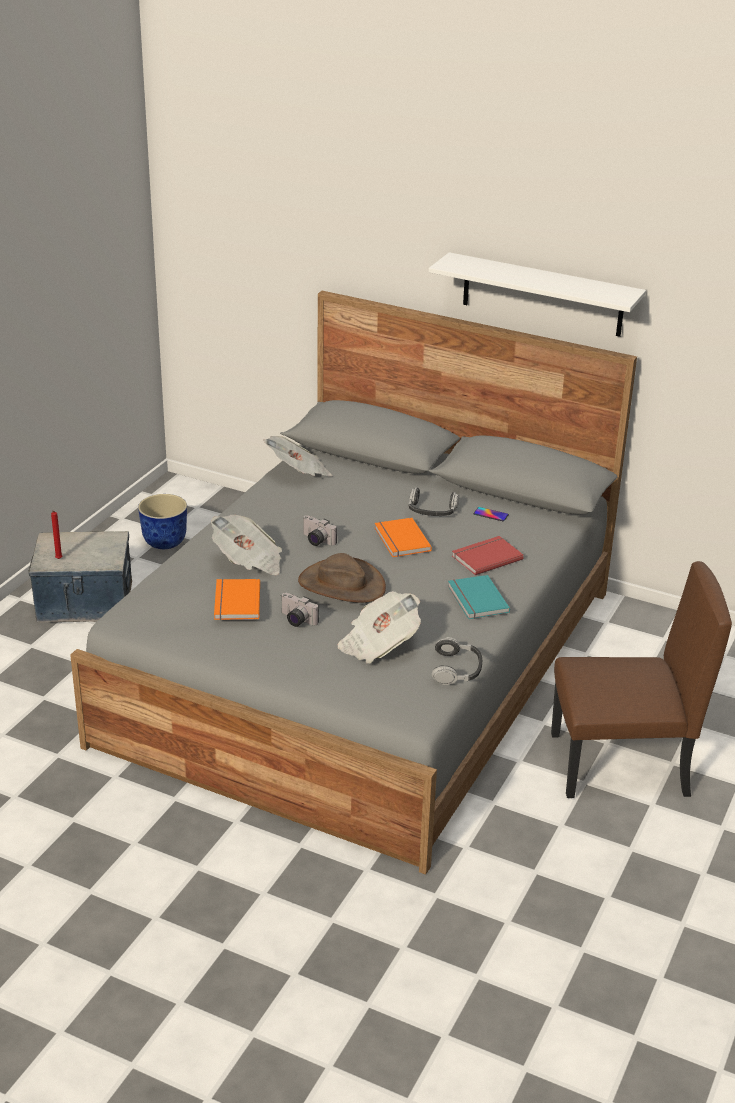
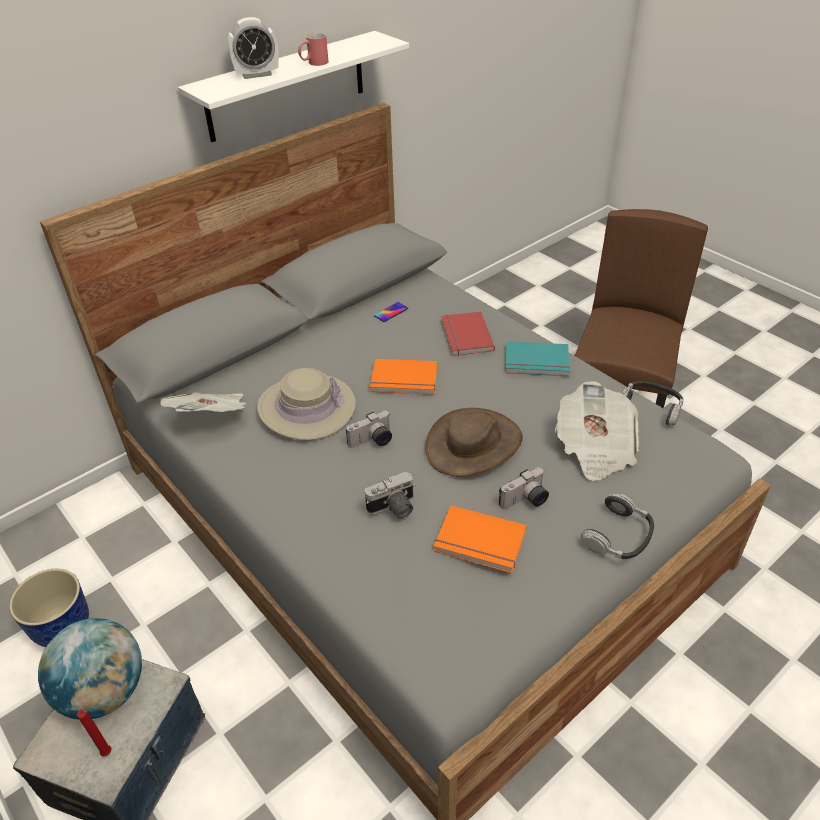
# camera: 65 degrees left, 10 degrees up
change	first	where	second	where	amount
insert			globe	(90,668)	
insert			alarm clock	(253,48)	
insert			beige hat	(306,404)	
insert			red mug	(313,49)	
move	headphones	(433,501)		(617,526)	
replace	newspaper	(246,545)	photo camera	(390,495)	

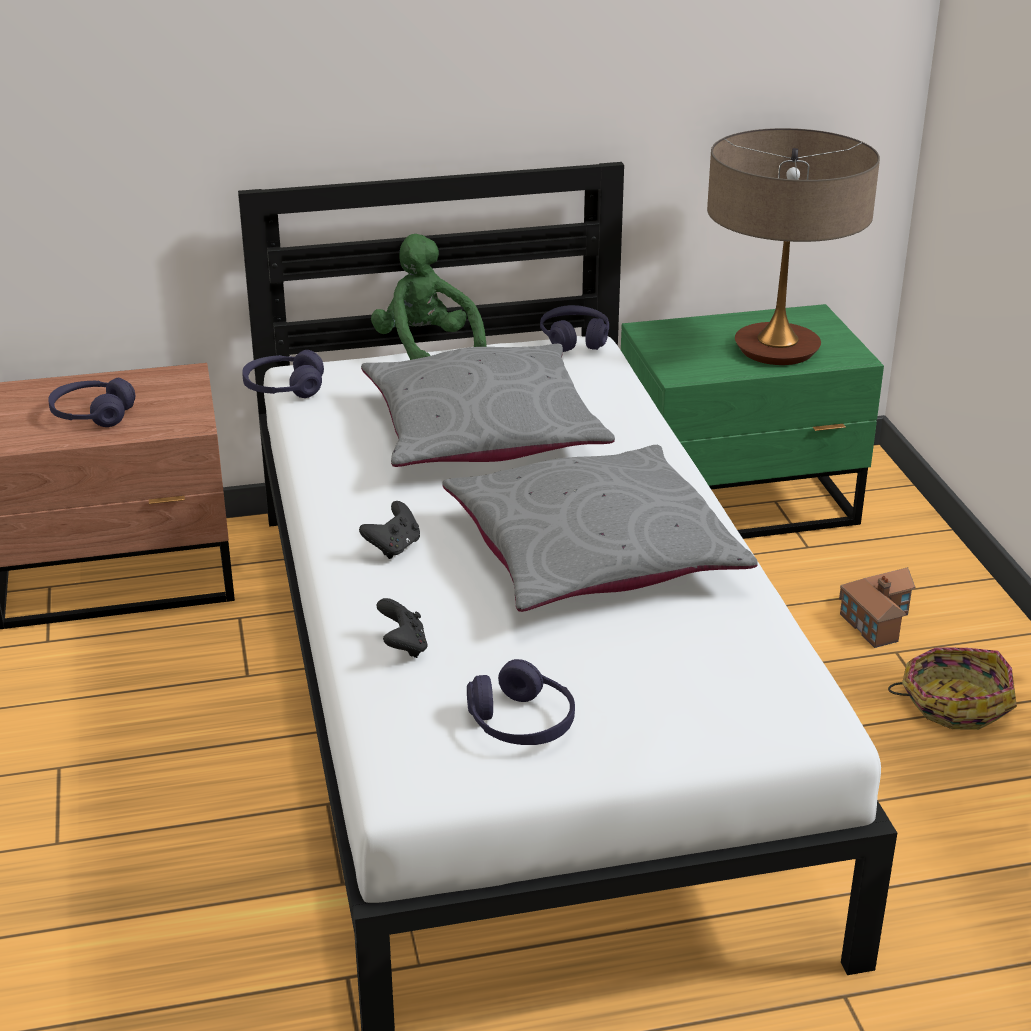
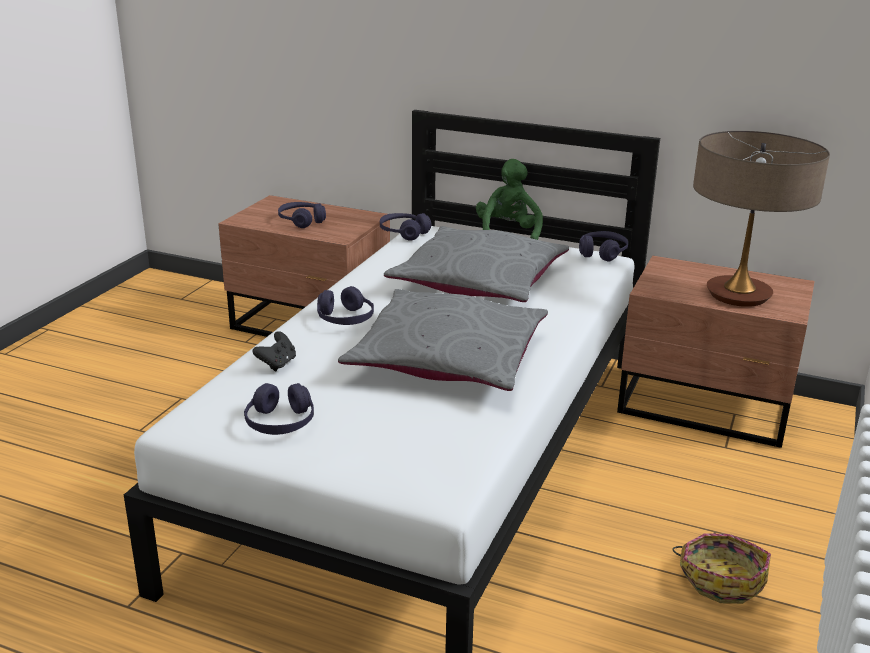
# camera: 35 degrees right, 5 degrees down
change	first	where	second	where	amount
delete	toy house	(877,607)			
replace	black game controller	(389,530)	purple headphones	(345,305)	
recolor	green nightstand	(752,421)	brown nightstand	(716,352)	

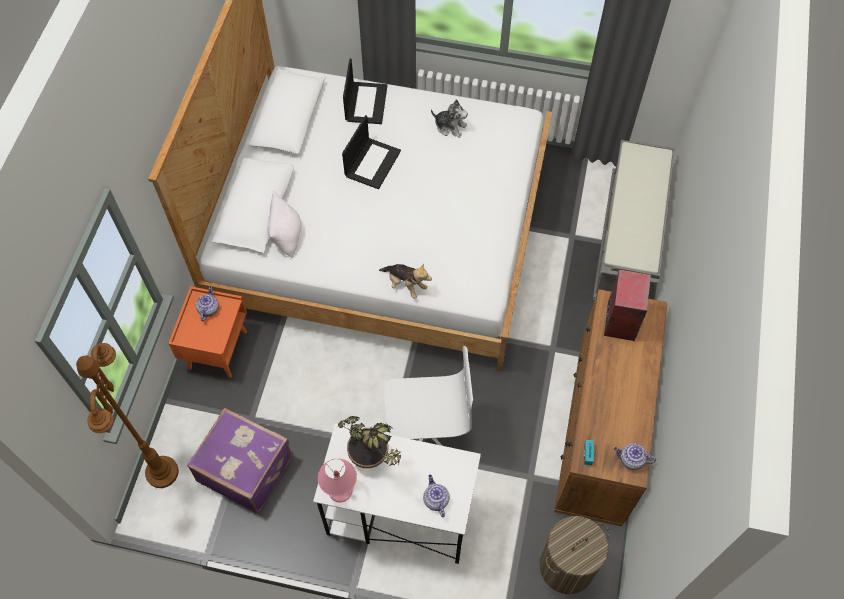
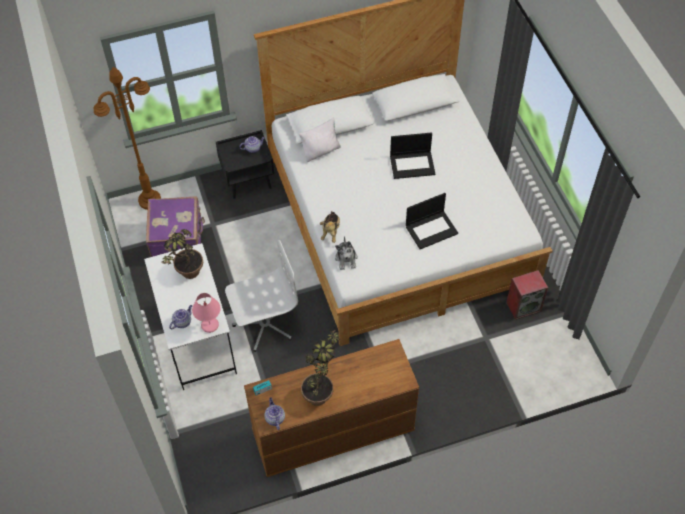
# camera: 60 degrees right, 5 degrees down
change	first	where	second	where	amount
delete	laundry basket	(575,555)			
delete	grey bench	(634,220)			
insert			potted plant	(320,366)	
move	pink table lamp	(337,480)		(206,313)	
move	laptop	(365,91)		(432,221)	
move	plush toy	(449,118)		(346,253)	
move	speaker	(627,305)		(527,295)	
recolor	orange nightstand	(207,332)	black nightstand	(245,164)	
rotate	white office chair	(428,396)		(261,296)	75 degrees counterclockwise

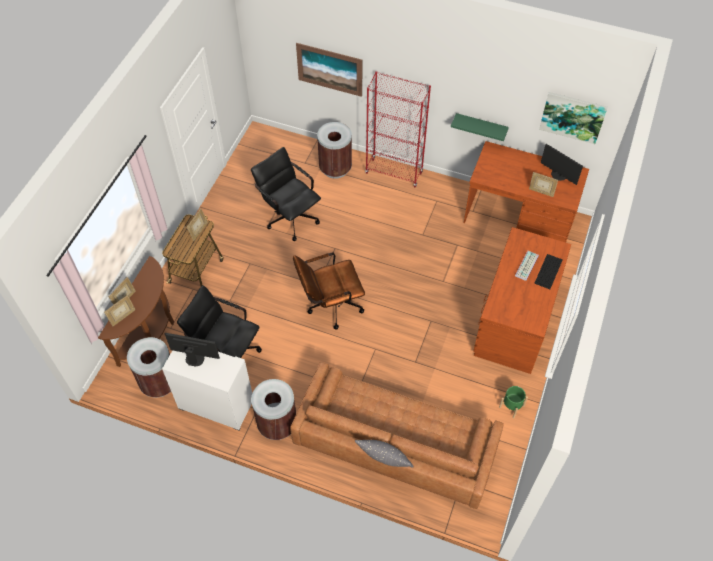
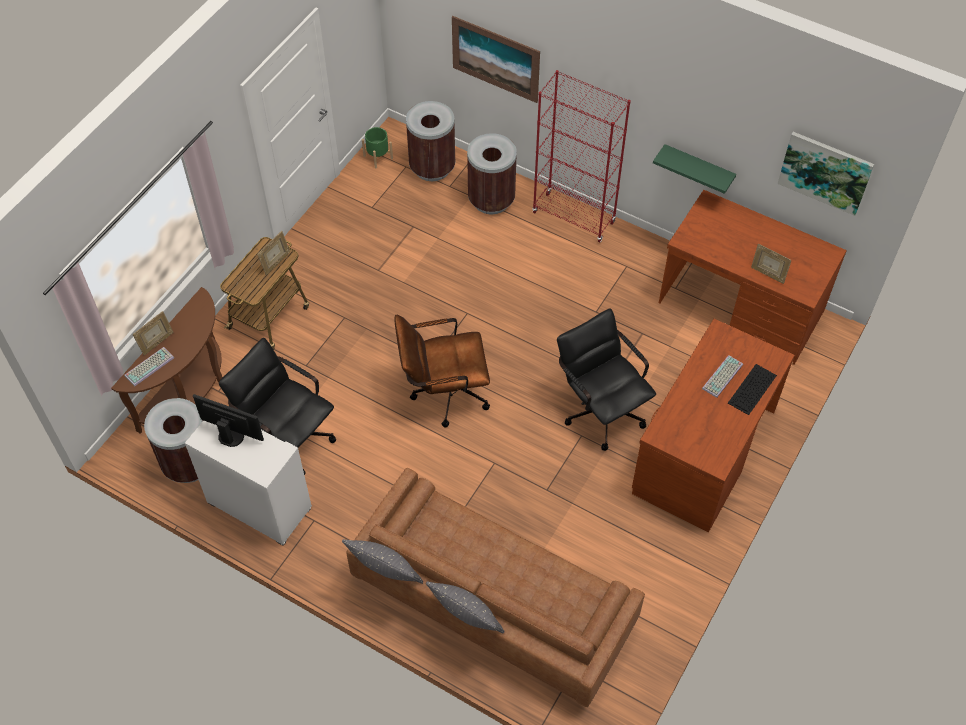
# camera: 10 degrees right, 0 degrees up
change	first	where	second	where	amount
delete	monitor	(562,164)			
insert			grey pillow	(382,561)	
move	black office chair	(286,194)		(606,379)	
move	brown trash can	(273,409)		(430,141)	
move	green planter	(513,402)		(377,147)	
replace	picture frame	(120,310)	keyboard	(149,366)	

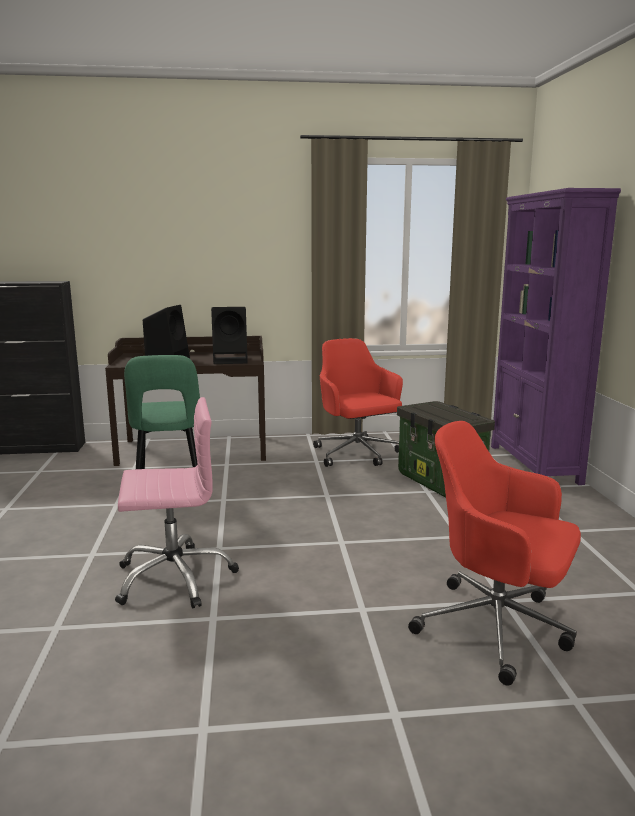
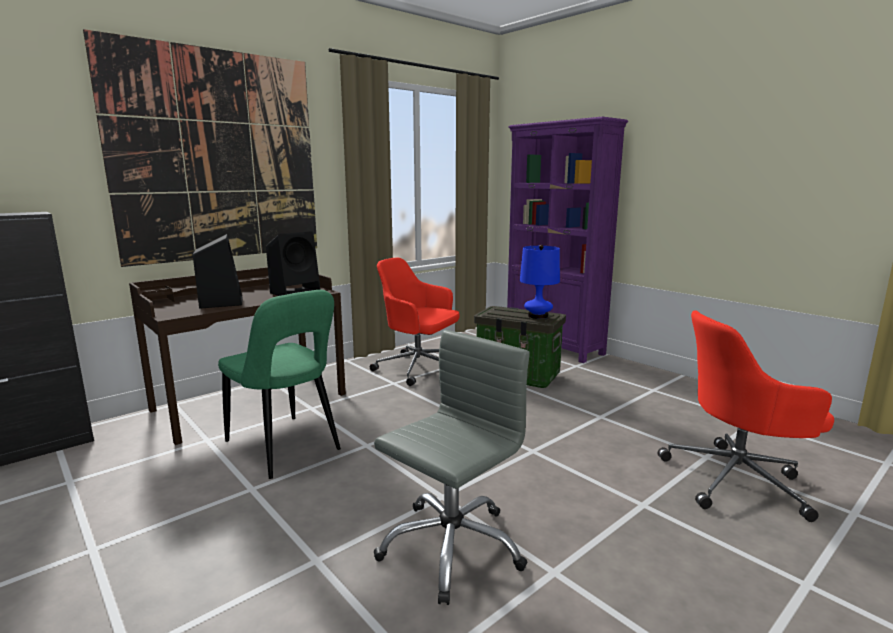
# camera: 35 degrees left, 0 degrees up
change	first	where	second	where	amount
insert			picture	(200,148)	
insert			blue table lamp	(540,282)	
recolor	pink office chair	(177,502)	grey office chair	(452,467)	

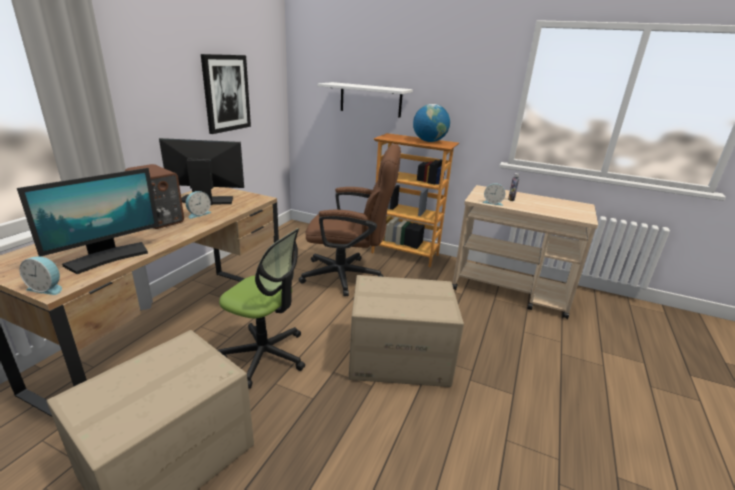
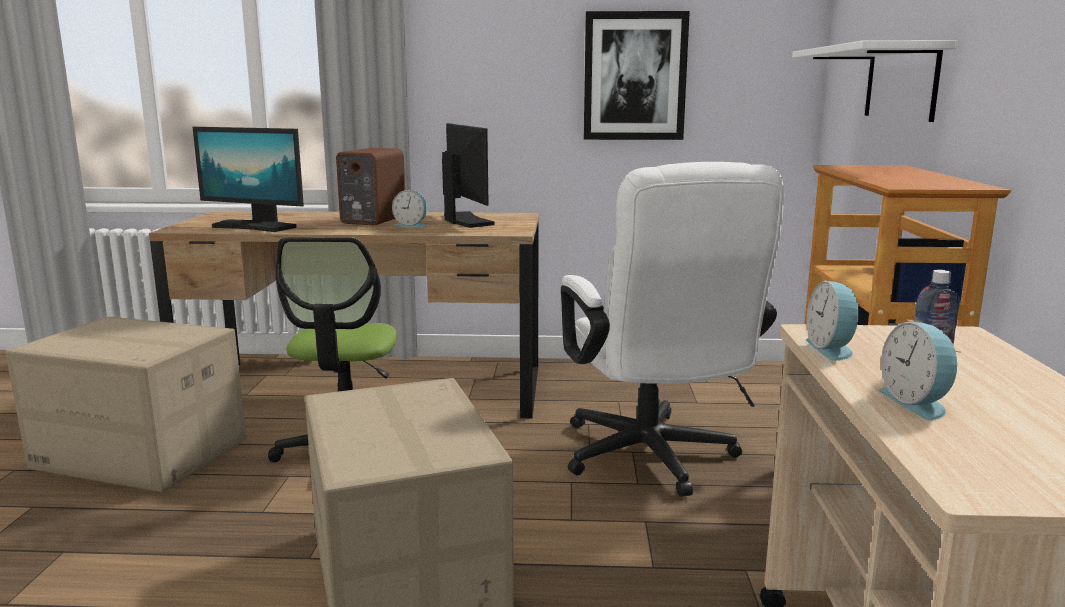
# camera: 70 degrees right, 10 degrees down
change	first	where	second	where	amount
delete	globe	(431,123)			
move	alarm clock	(40,275)		(919,371)	
recolor	brown office chair	(350,220)	white office chair	(672,329)	

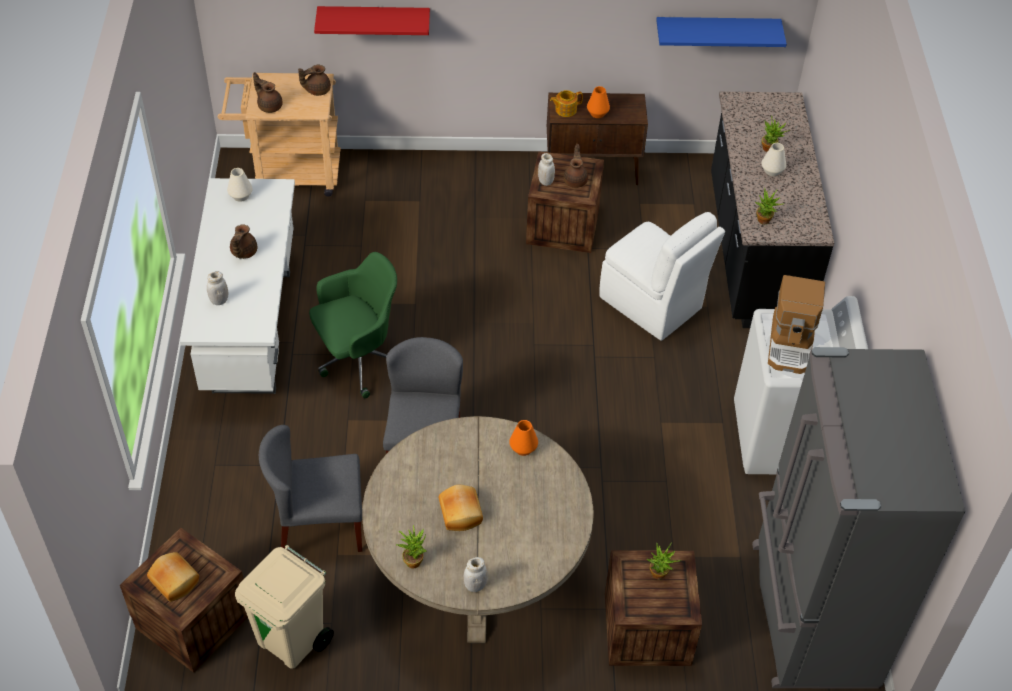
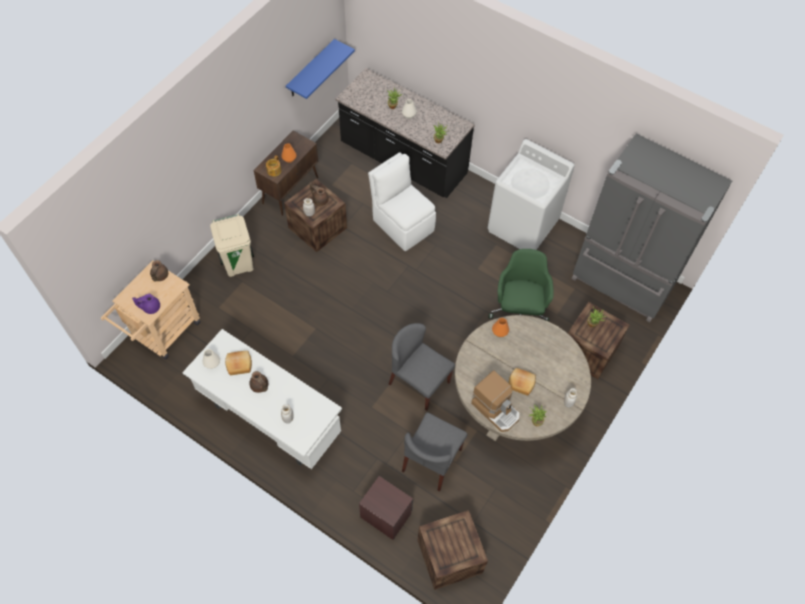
# camera: 55 degrees left, 10 degrees up
change	first	where	second	where	amount
delete	red shelf	(372,20)			
insert			brown nightstand	(386,508)	
move	bread	(173,577)		(238,363)	
move	beige trash can	(284,607)		(232,245)	
move	green office chair	(353,325)		(521,285)	
move	coffee machine	(796,324)		(495,401)	
recolor	brown teapot	(268,92)	purple teapot	(146,304)	
rotate	white chair	(662,276)		(402,201)	120 degrees counterclockwise

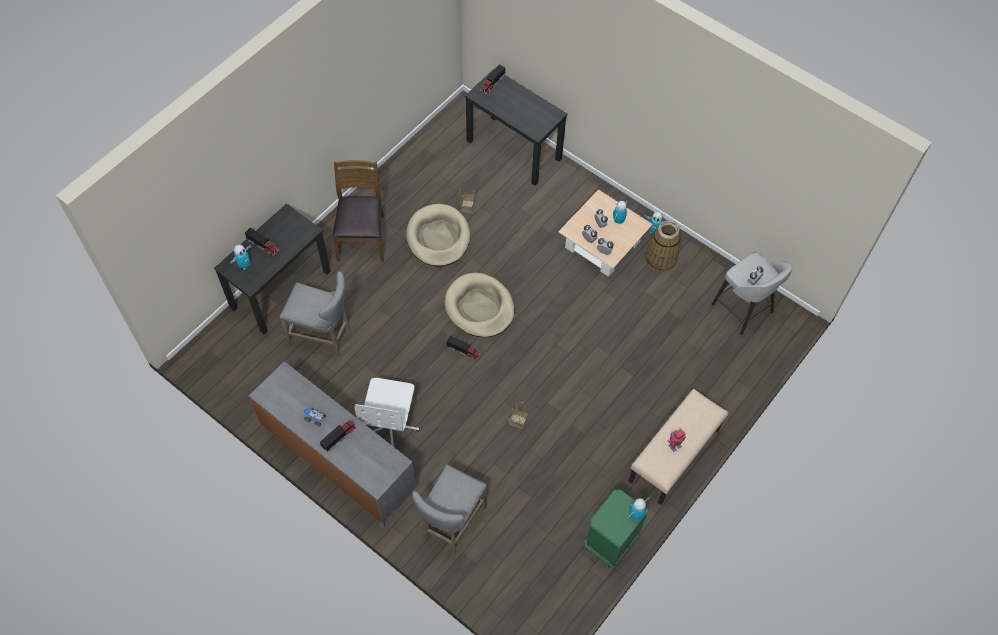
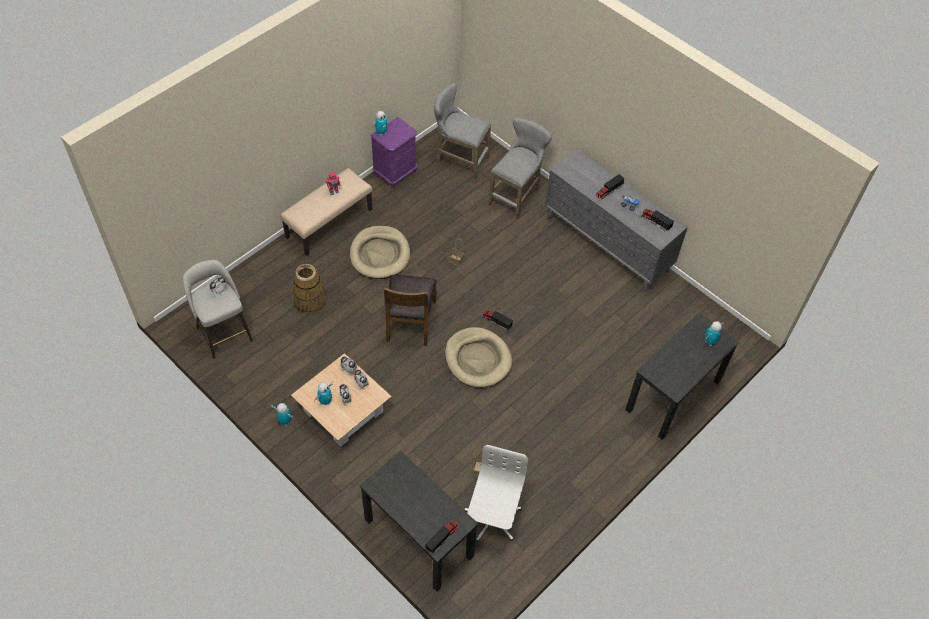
# camera: 175 degrees left, 5 degrees down
change	first	where	second	where	amount
move	toy truck	(262,242)		(657,219)	
move	grey stool	(315,314)		(462,131)	
move	brown chair	(358,211)		(410,310)	
move	white office chair	(387,412)		(496,493)	
move	beige dog bed	(438,235)		(380,252)	
move	basket	(663,246)		(309,289)	
recolor	green nightstand	(616,528)	purple nightstand	(394,153)	

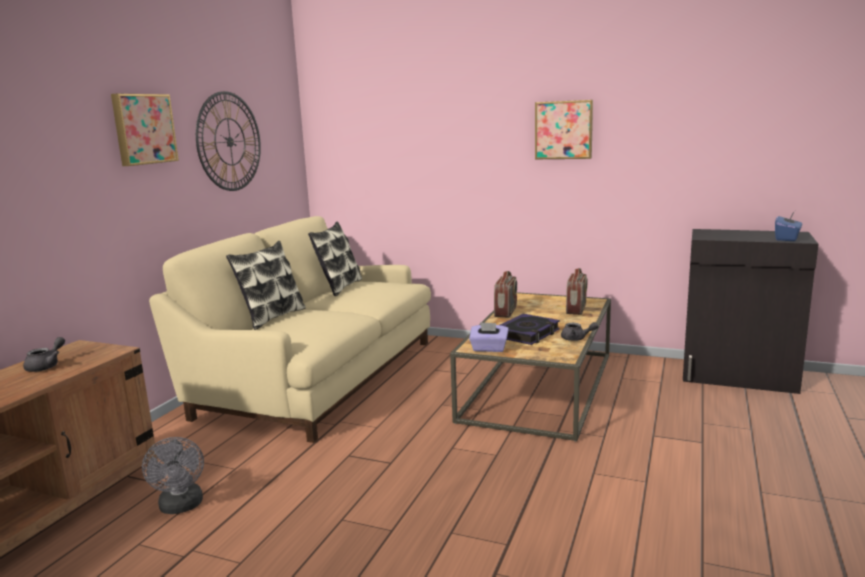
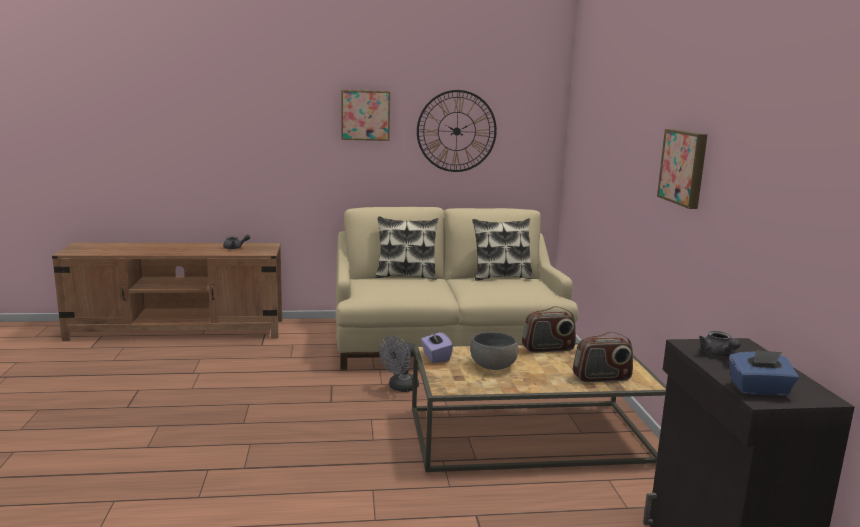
# camera: 60 degrees right, 0 degrees up
change	first	where	second	where	amount
move	grey fan	(173,475)		(399,364)	
move	grey teapot	(579,331)		(720,344)	
replace	book	(530,329)	grey bowl	(494,351)	

